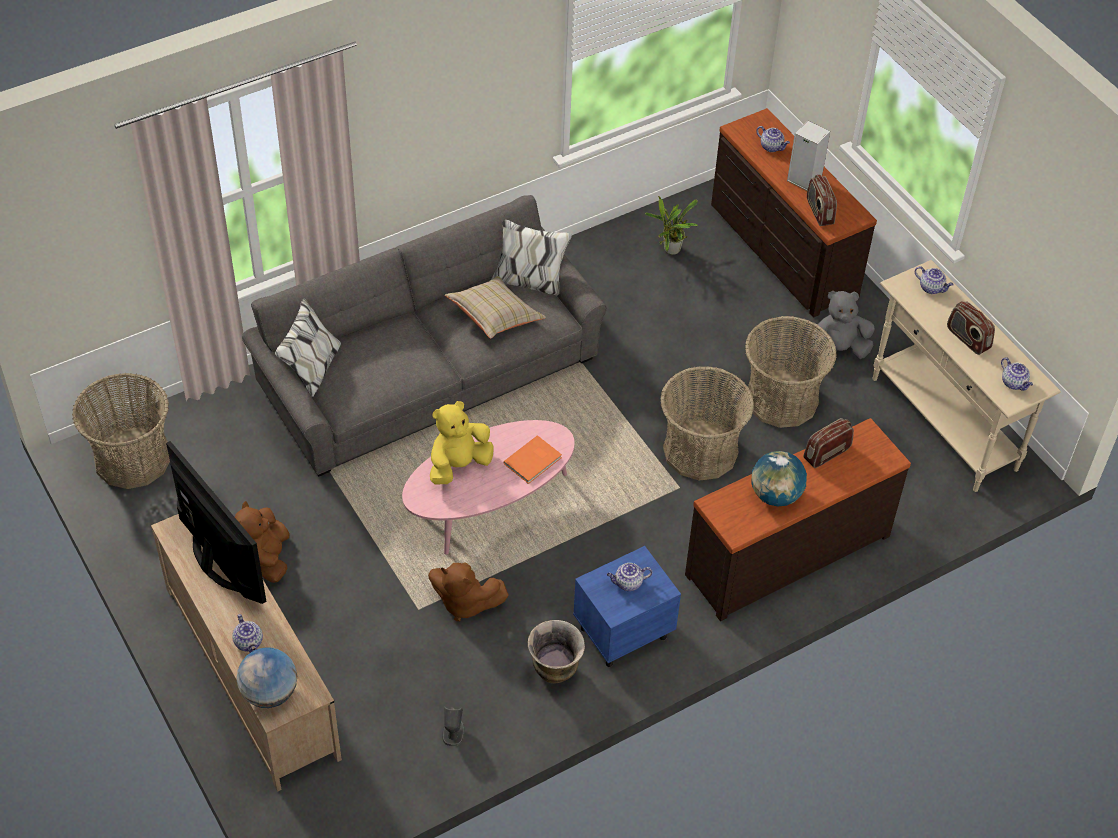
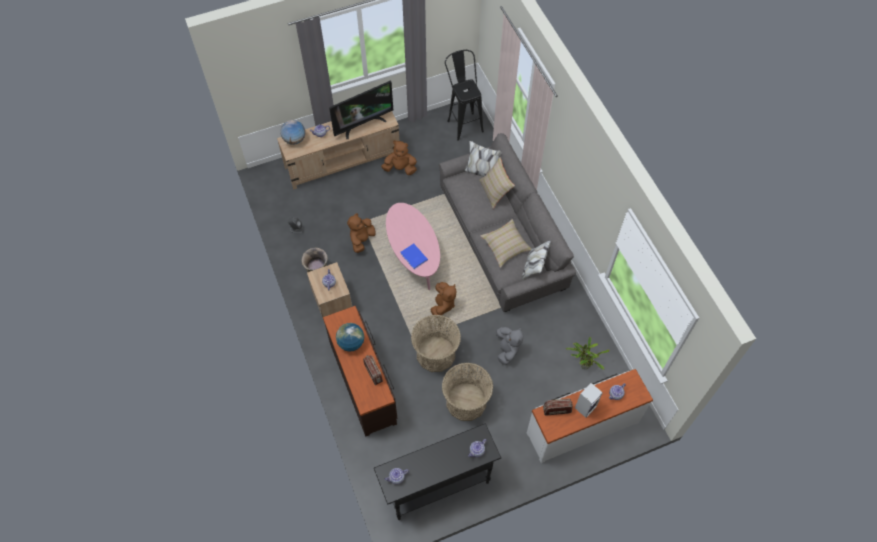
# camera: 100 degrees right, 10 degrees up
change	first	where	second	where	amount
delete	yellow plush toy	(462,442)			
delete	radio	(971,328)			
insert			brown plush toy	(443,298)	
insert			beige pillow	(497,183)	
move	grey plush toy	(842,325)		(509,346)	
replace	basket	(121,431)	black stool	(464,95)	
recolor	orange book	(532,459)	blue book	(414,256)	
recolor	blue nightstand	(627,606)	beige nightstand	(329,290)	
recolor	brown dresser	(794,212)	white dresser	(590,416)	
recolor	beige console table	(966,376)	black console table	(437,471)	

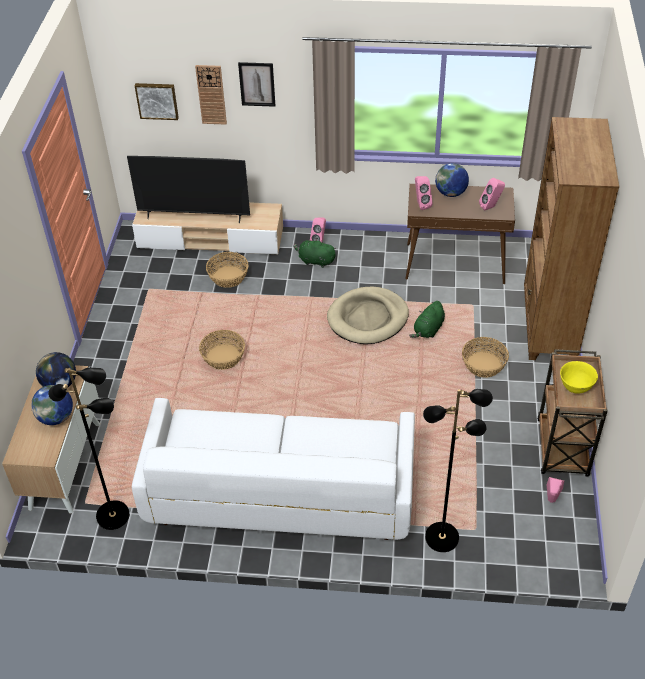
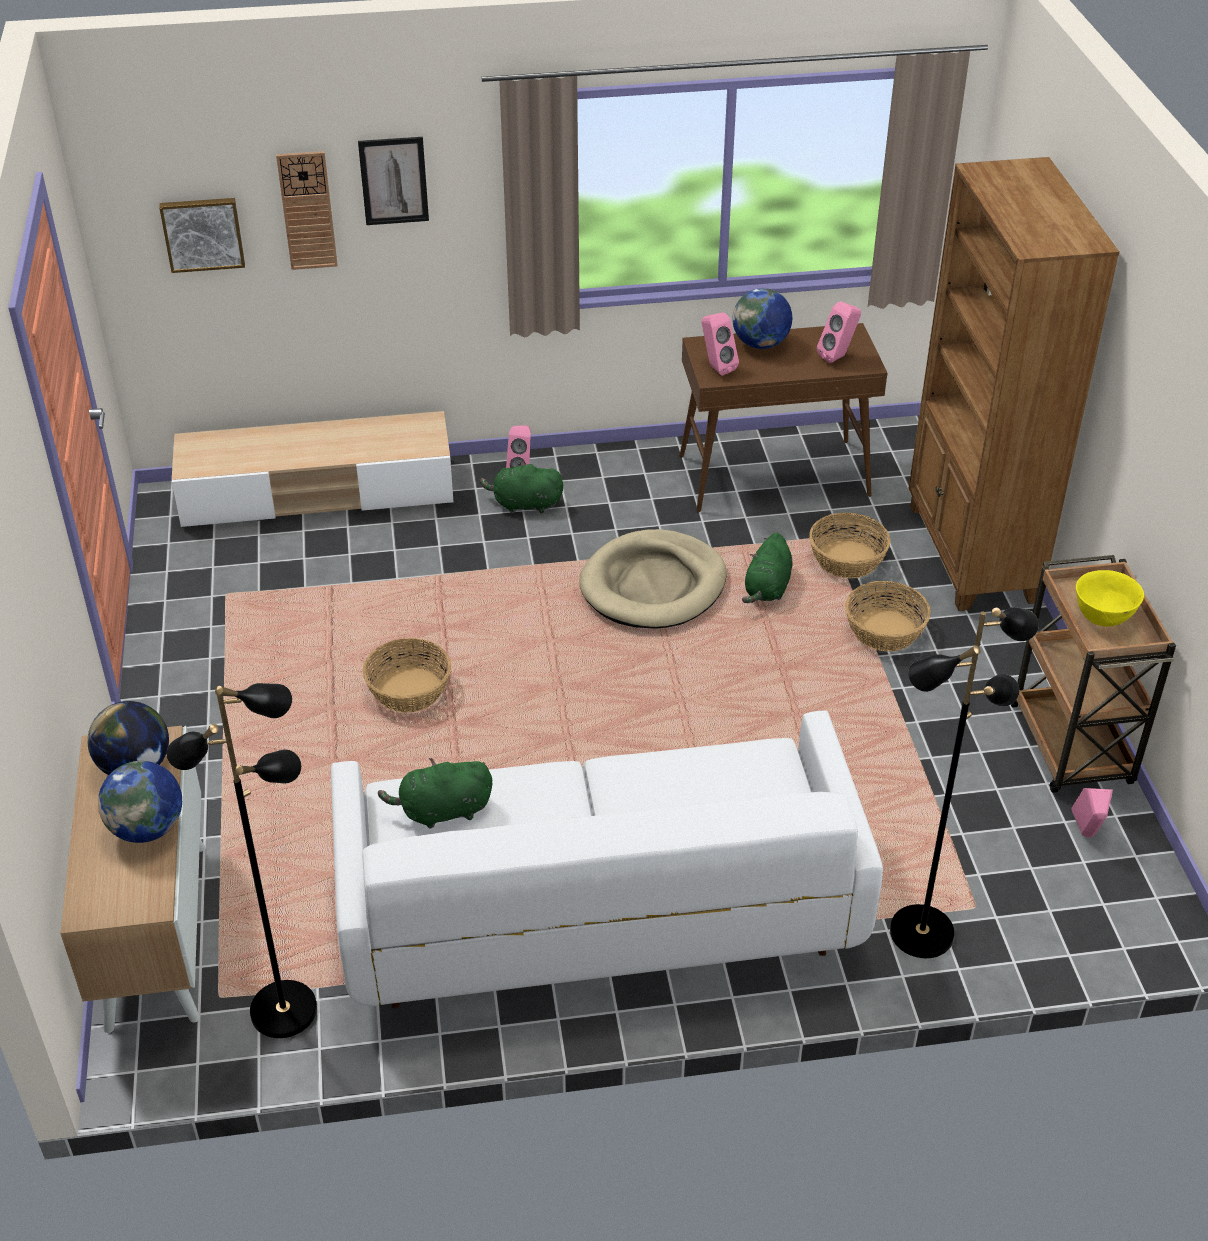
# camera: 15 degrees left, 5 degrees down
change	first	where	second	where	amount
delete	television	(188,189)			
insert			green plush toy	(435,793)	
move	basket	(227,270)		(850,546)	

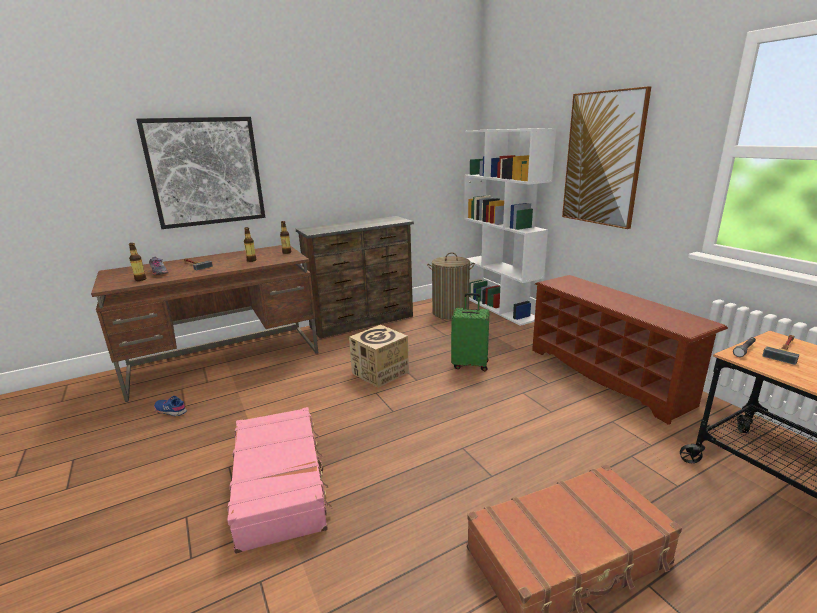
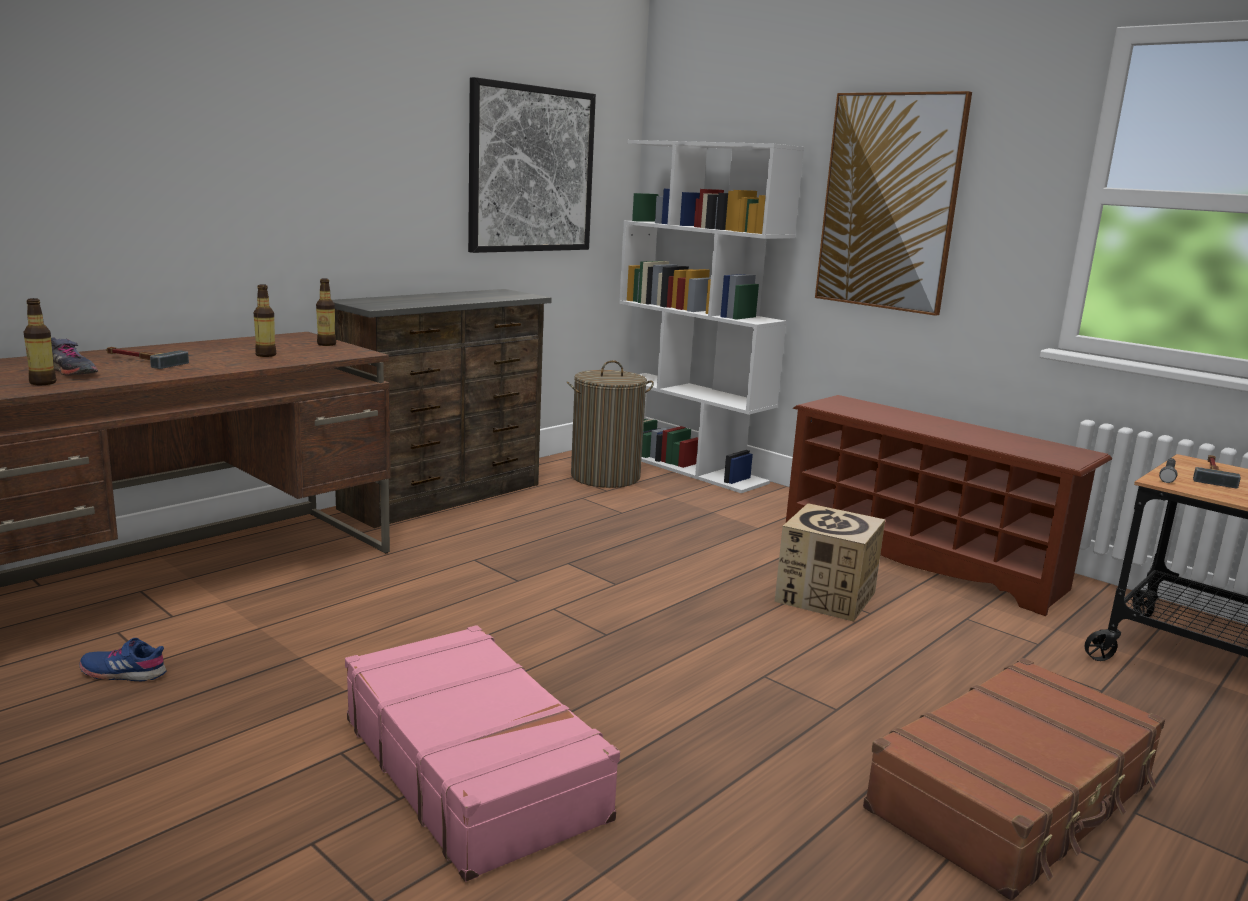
# camera: 20 degrees left, 5 degrees down
change	first	where	second	where	amount
delete	green suitcase	(470,332)			
move	picture	(200,173)		(532,165)	
move	cardboard box	(379,356)		(830,562)	

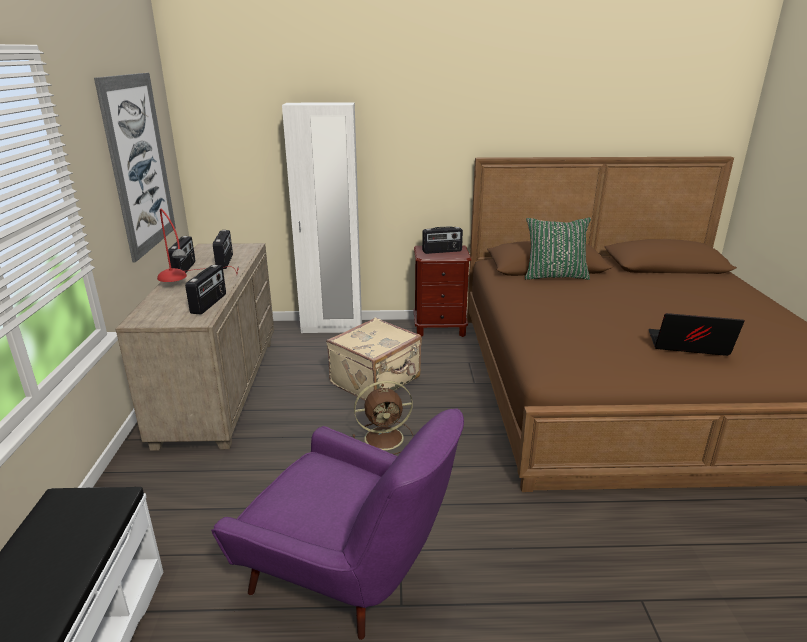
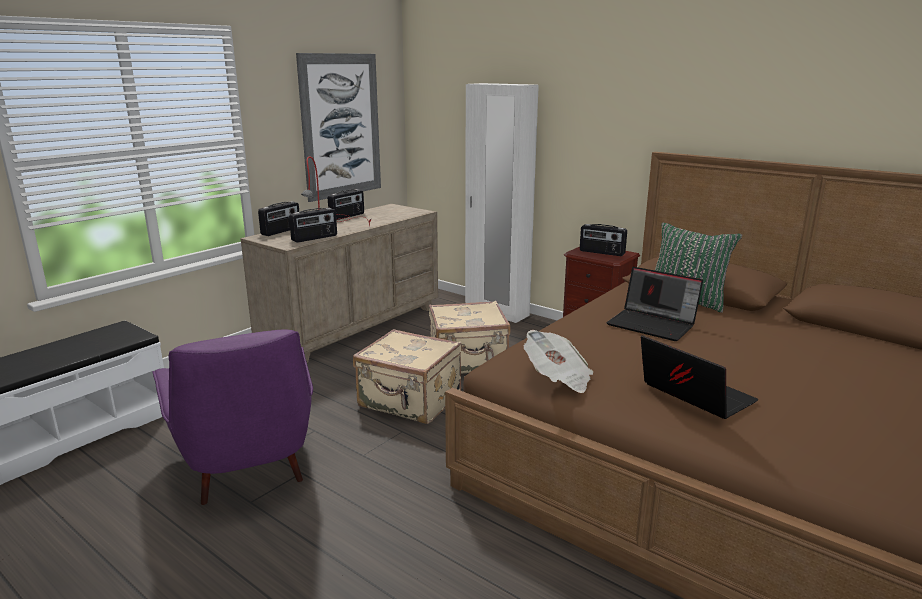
# camera: 40 degrees right, 5 degrees down
change	first	where	second	where	amount
insert			newspaper	(558,361)	
insert			laptop	(654,304)	
move	radio	(223,249)		(278,218)	
replace	brown fan	(383,418)	beige suitcase	(407,376)	

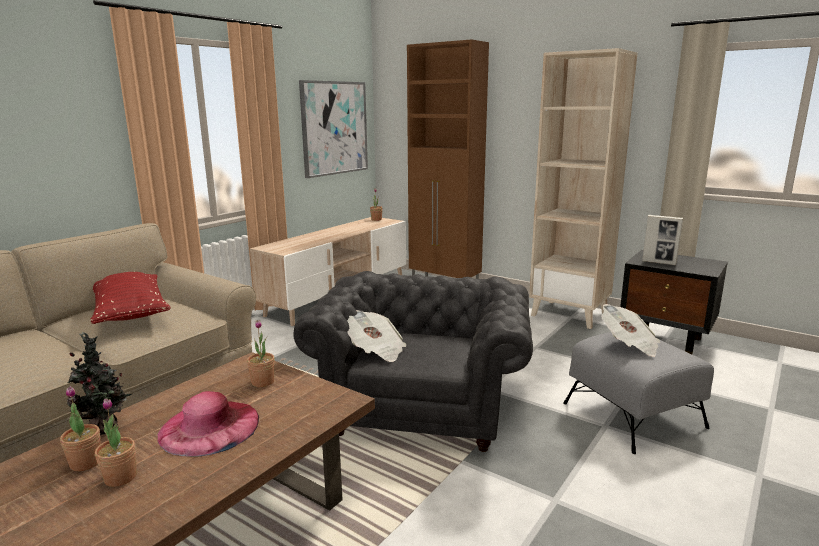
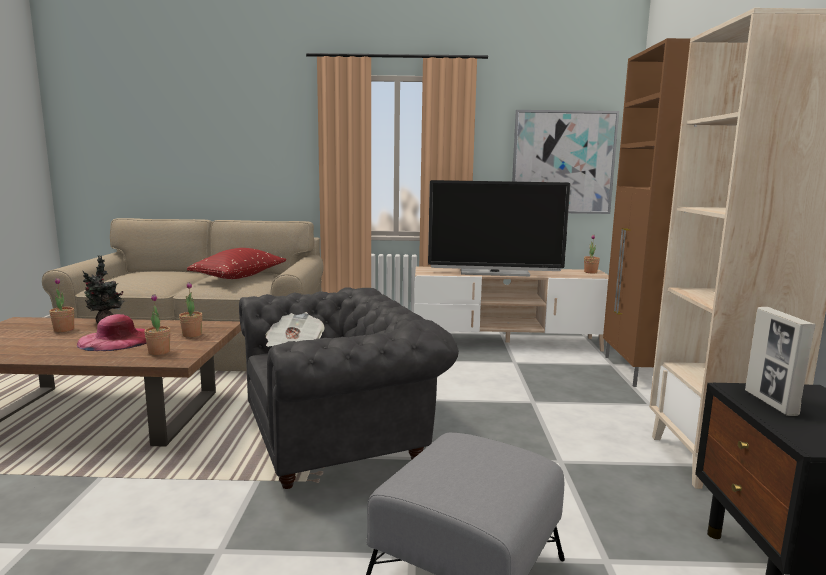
# camera: 55 degrees right, 5 degrees down
change	first	where	second	where	amount
delete	newspaper	(630,330)			
insert			television	(499,228)	
move	potted plant	(116,442)		(157,324)	

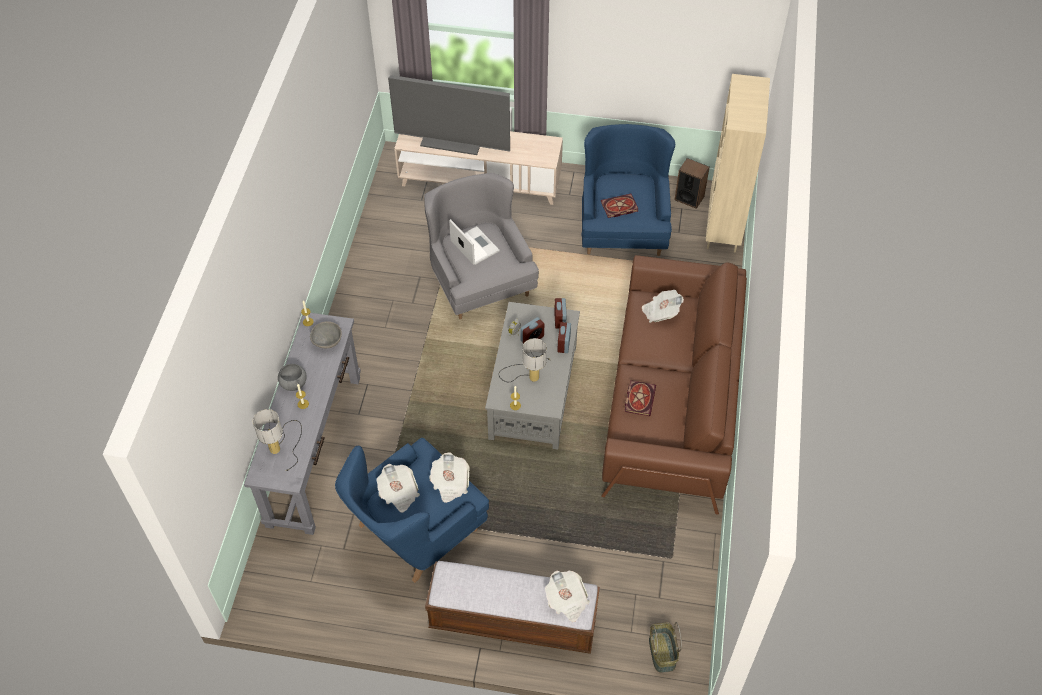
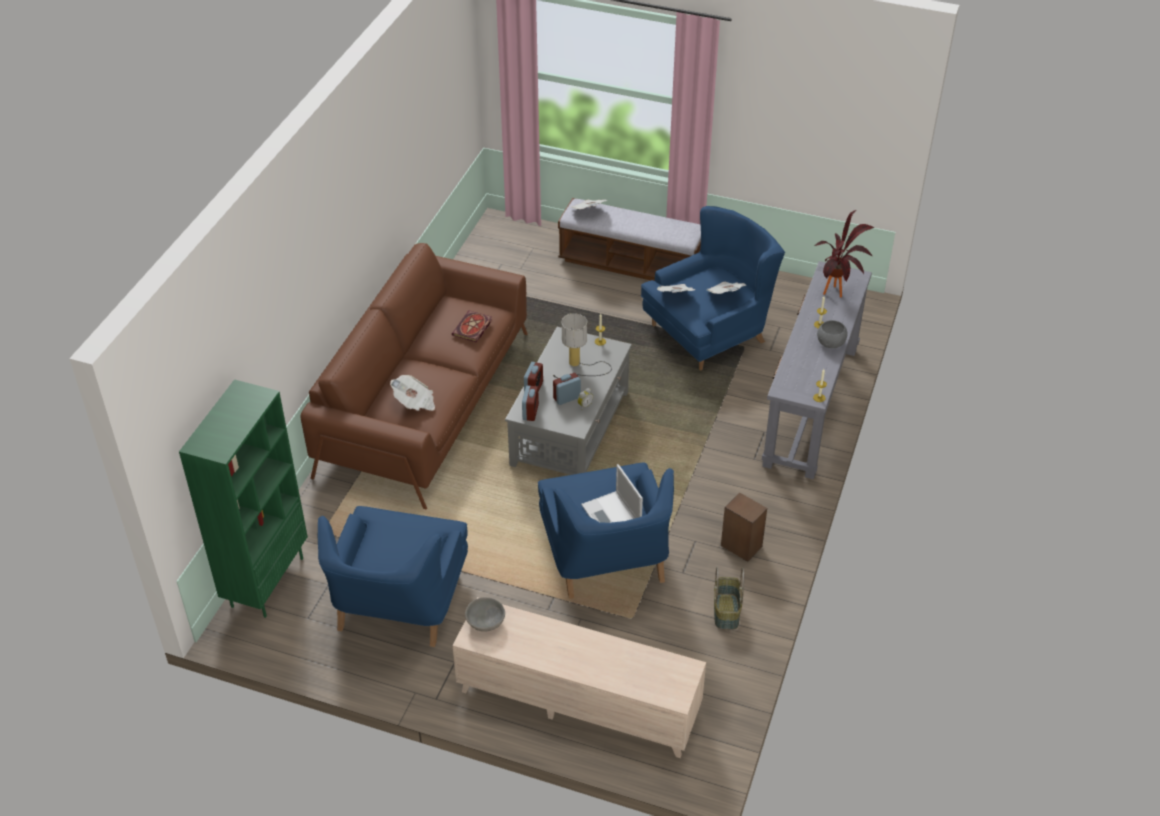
# camera: 170 degrees left, 10 degrees down
change	first	where	second	where	amount
delete	television	(449,115)			
delete	book	(619,205)			
move	grey bowl	(326,334)		(485,614)	
move	basket	(665,647)		(729,598)	
move	speaker	(692,183)		(744,527)	
replace	table lamp	(277,440)	potted plant	(844,253)	
recolor	grey armchair	(481,246)	blue armchair	(606,530)	
recolor	beige bookcase	(738,163)	green bookcase	(243,498)	

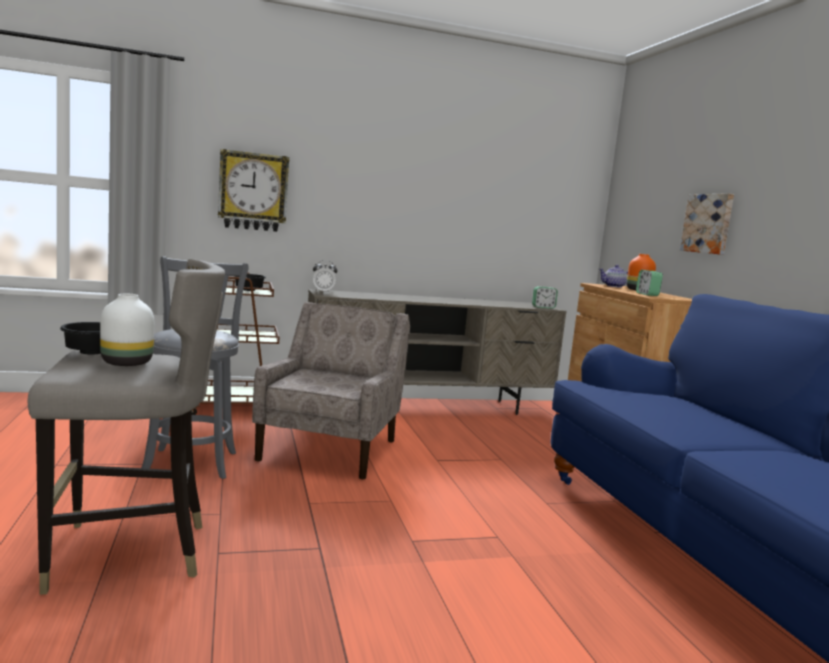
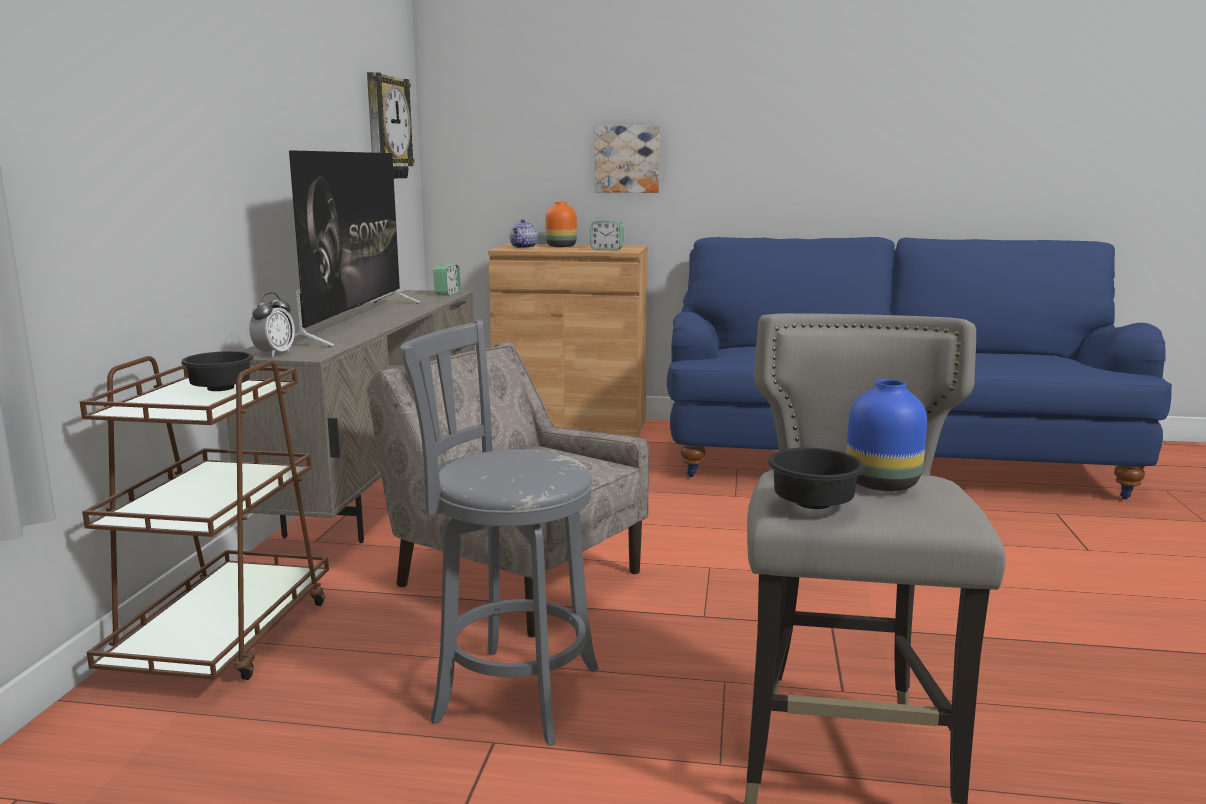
# camera: 65 degrees left, 5 degrees up
change	first	where	second	where	amount
insert			television	(355,248)	
move	wall clock	(253,190)		(391,125)	
recolor	white vase	(127,330)	blue vase	(887,435)	

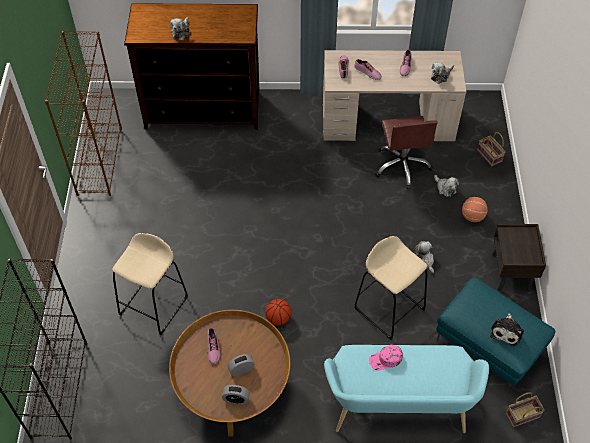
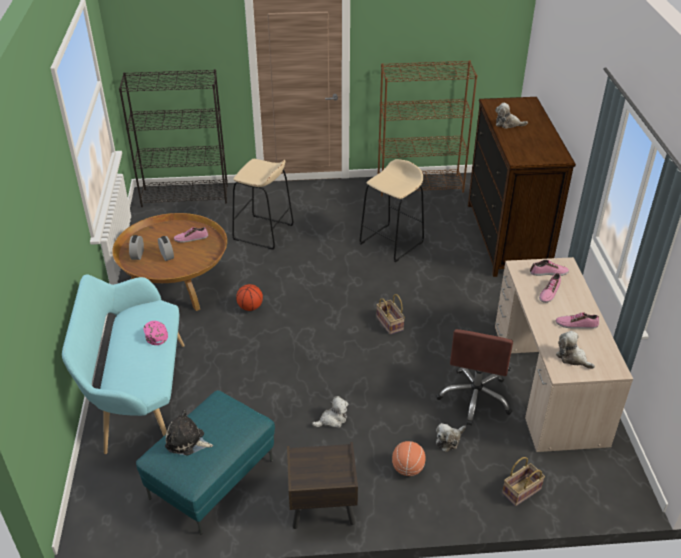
# camera: 85 degrees right, 15 degrees down
change	first	where	second	where	amount
move	beige stool	(391,288)		(391,211)	
move	basket	(525,409)		(390,314)	
rotate	brown office chair	(406,152)		(474,377)	60 degrees counterclockwise

